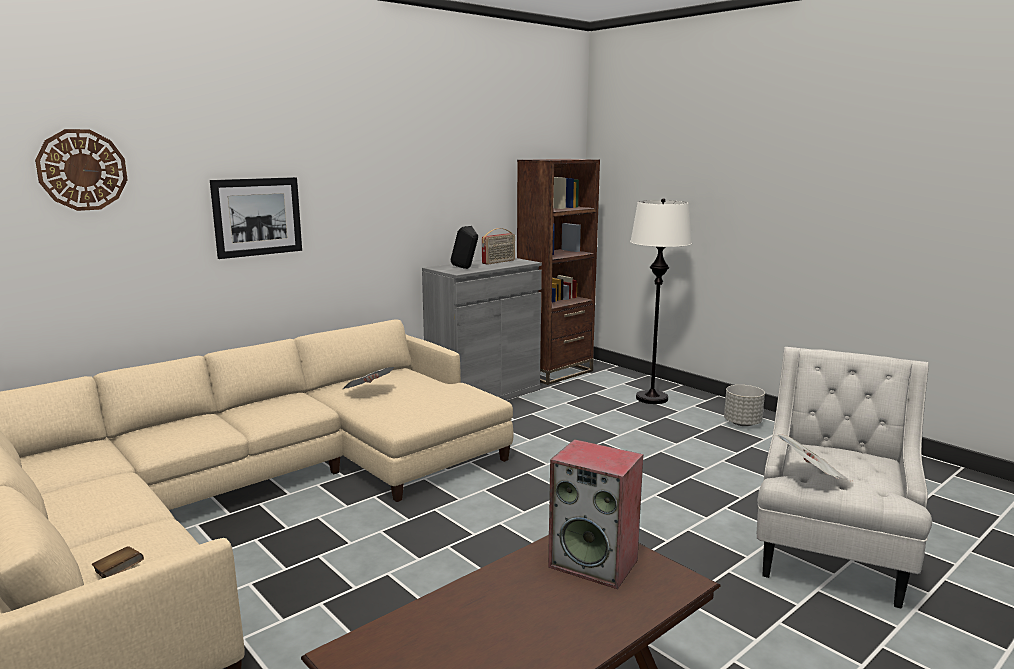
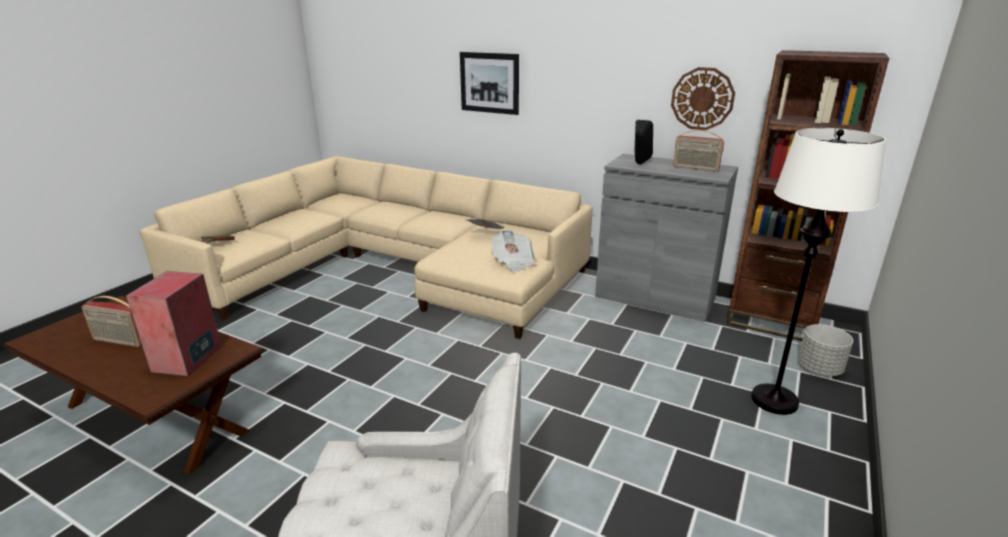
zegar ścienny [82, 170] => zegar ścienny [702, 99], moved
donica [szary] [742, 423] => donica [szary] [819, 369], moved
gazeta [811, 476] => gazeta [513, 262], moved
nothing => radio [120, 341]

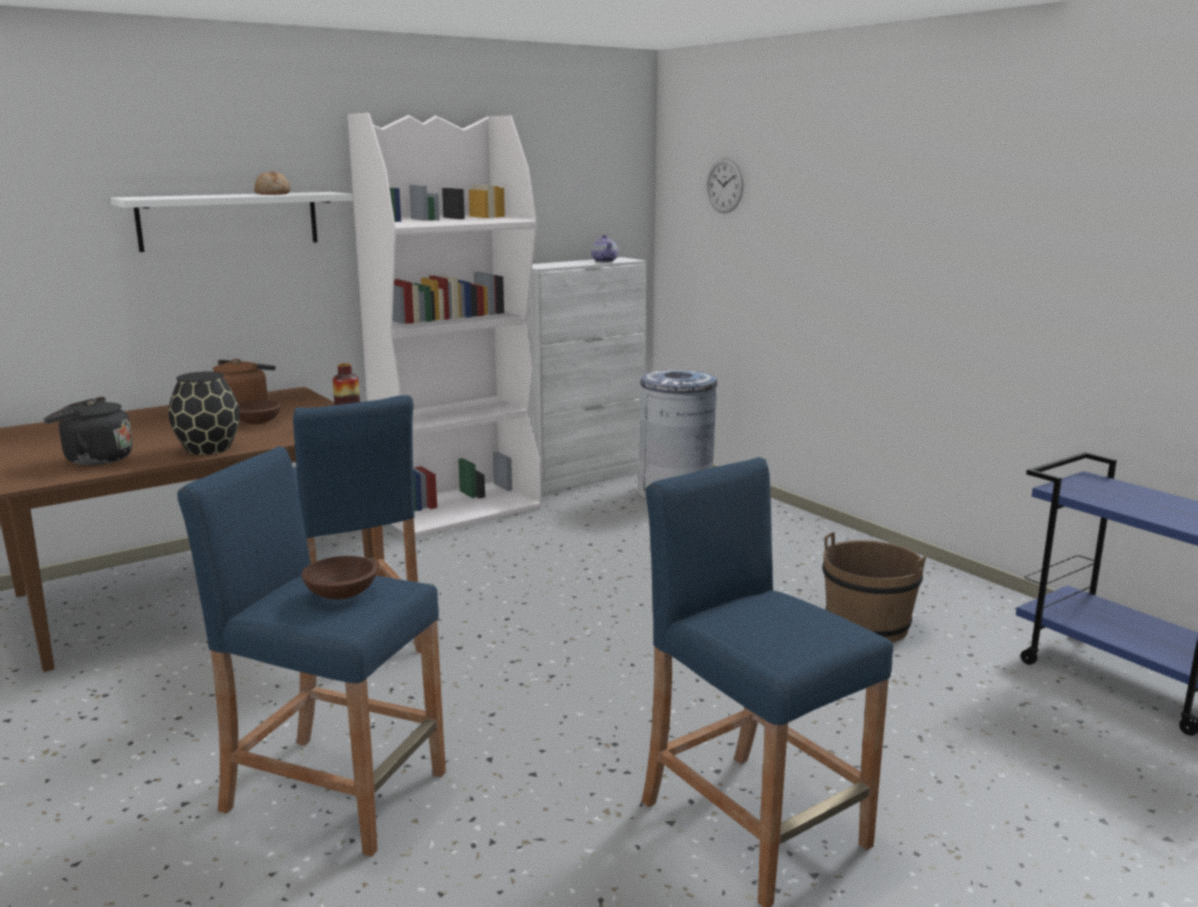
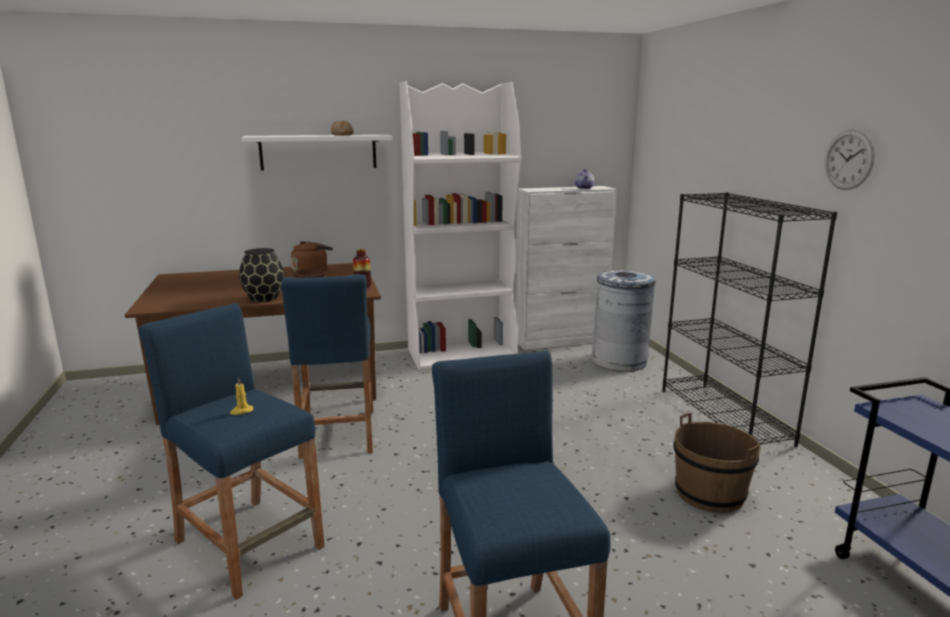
czajnik [czarny] [94, 459] => nothing
miska [brązowy] [340, 594] => świeca [żółty] [241, 411]
zegar ścienny [725, 185] => zegar ścienny [848, 160], moved
nothing => regał [czarny] [725, 416]

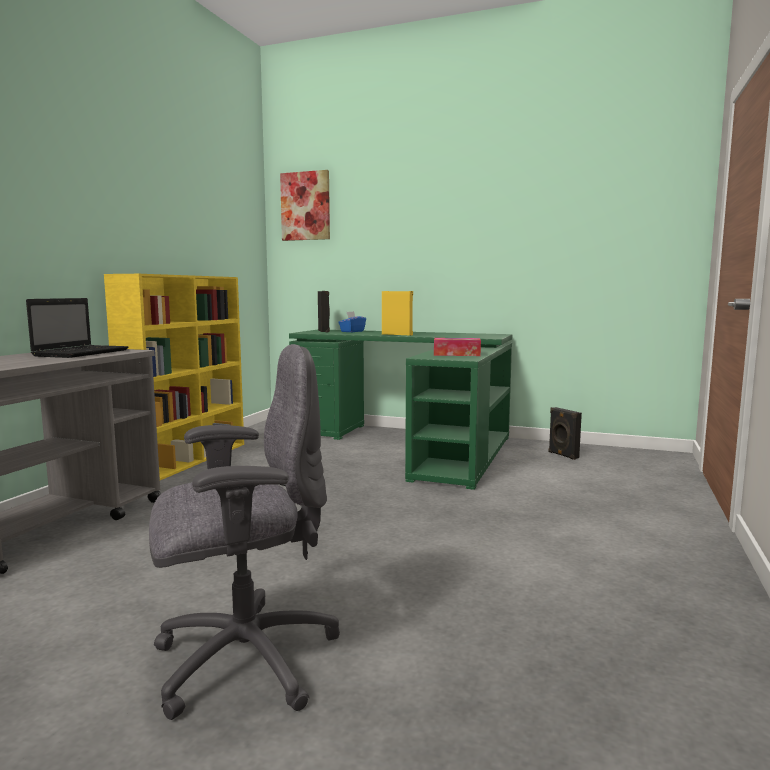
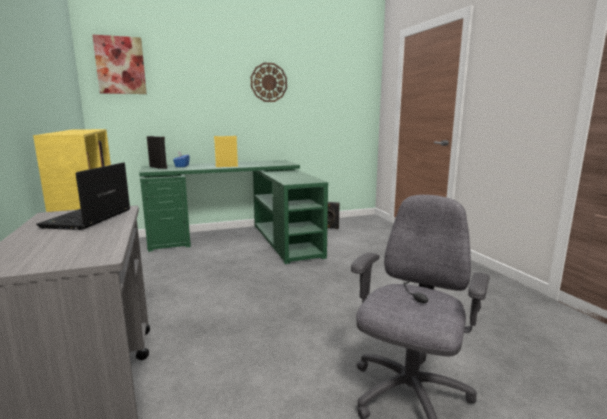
laptop [82, 353] => laptop [87, 219], 150 degrees counterclockwise
pudełko chusteczek [456, 354] => nothing
nothing => zegar ścienny [268, 82]

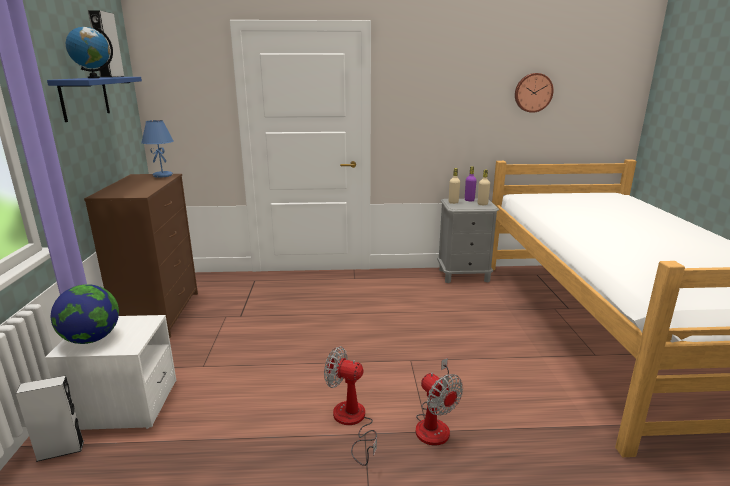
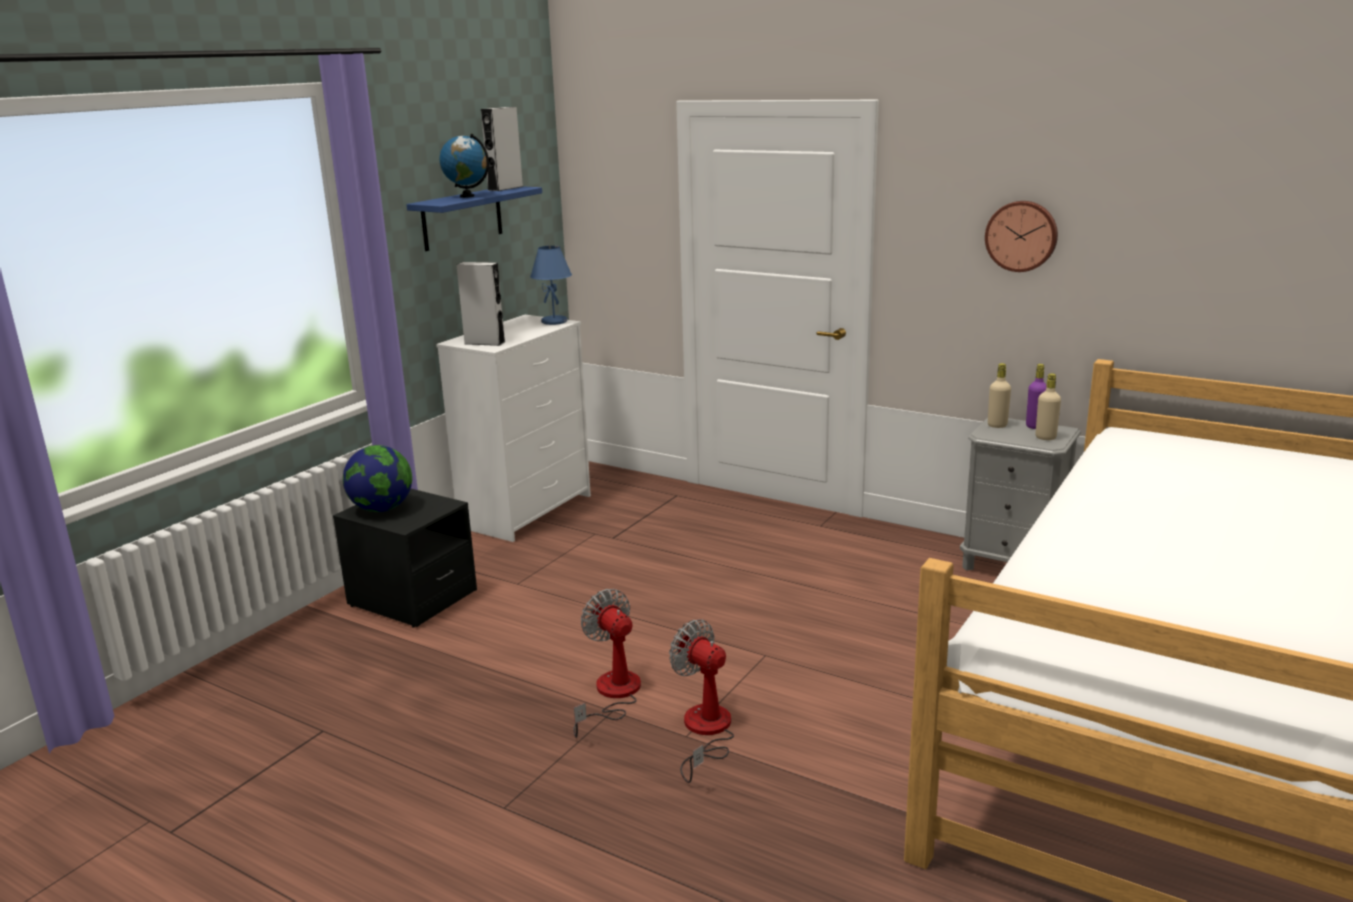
głośnik [szary] [60, 450] => głośnik [szary] [484, 343], moved
szafka nocna [biały] [125, 405] => szafka nocna [czarny] [412, 598]
komoda [brązowy] [160, 314] => komoda [biały] [527, 510]
wentylator [435, 423] => wentylator [705, 732], 135 degrees clockwise
zegar ścienny [533, 92] => zegar ścienny [1021, 236], moved

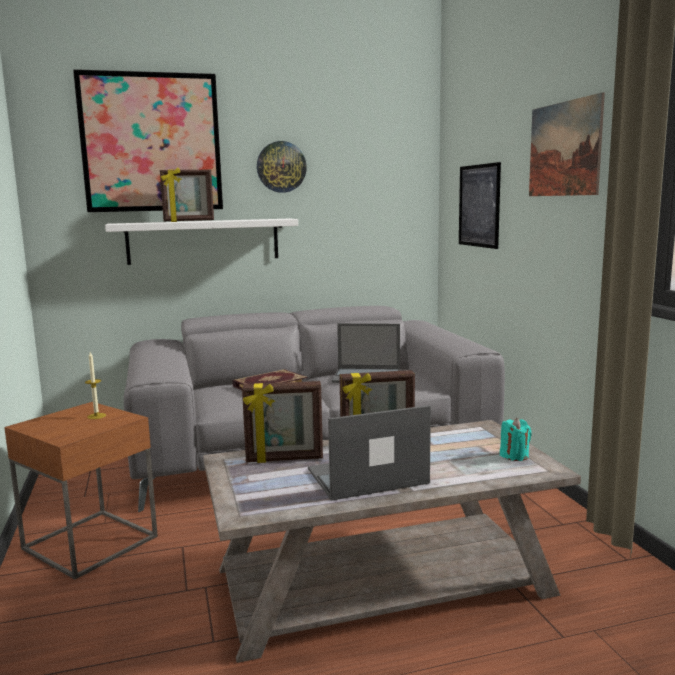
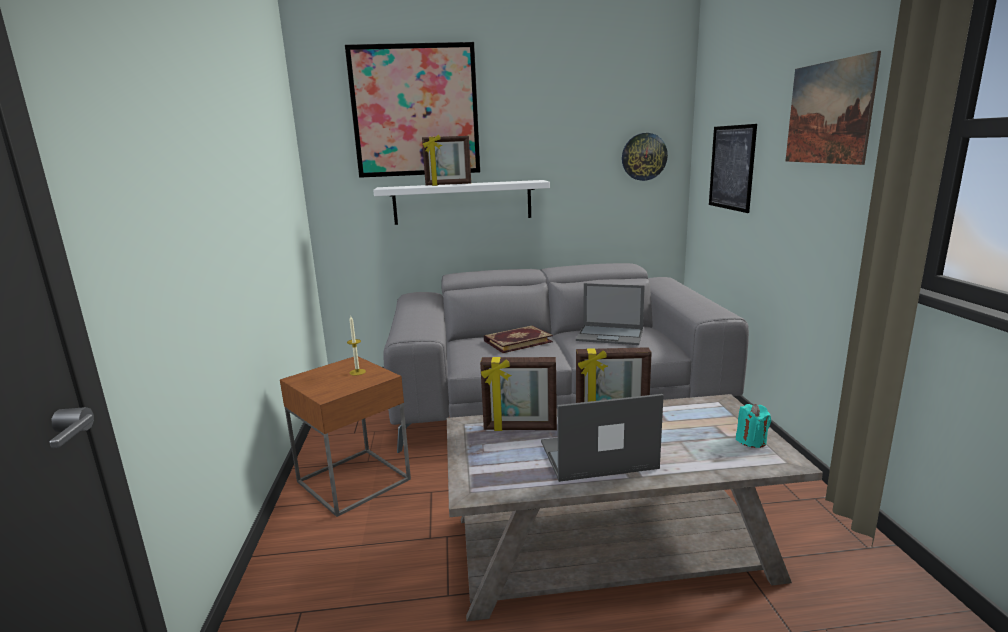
zegar ścienny [281, 167] => zegar ścienny [644, 156], moved

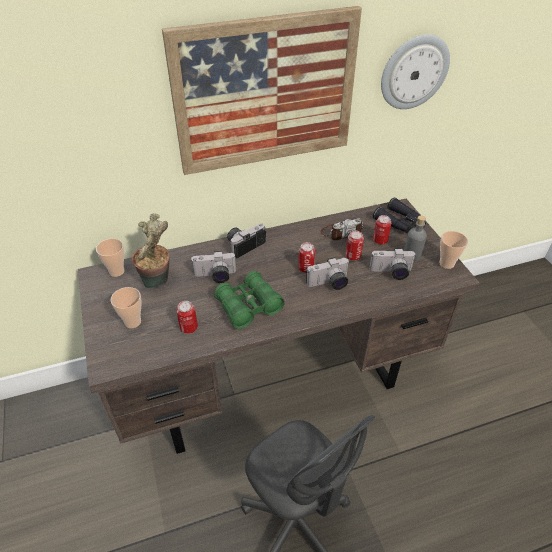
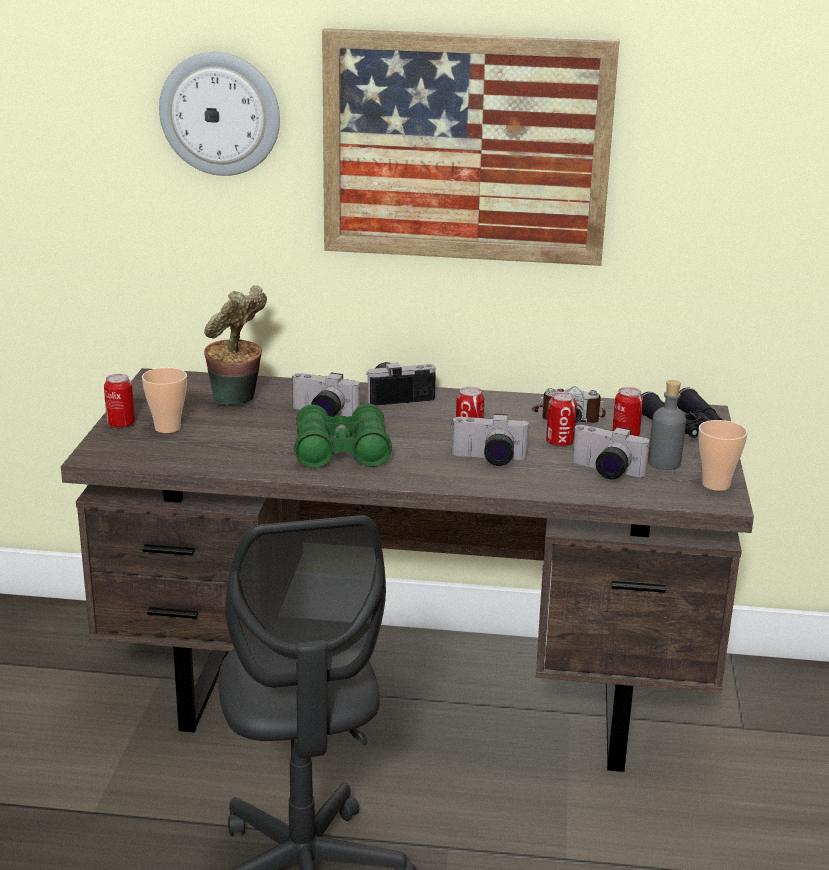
filiżanka [117, 271] => nothing
puszka [189, 327] => puszka [121, 424], moved
zegar ścienny [414, 72] => zegar ścienny [220, 114], moved

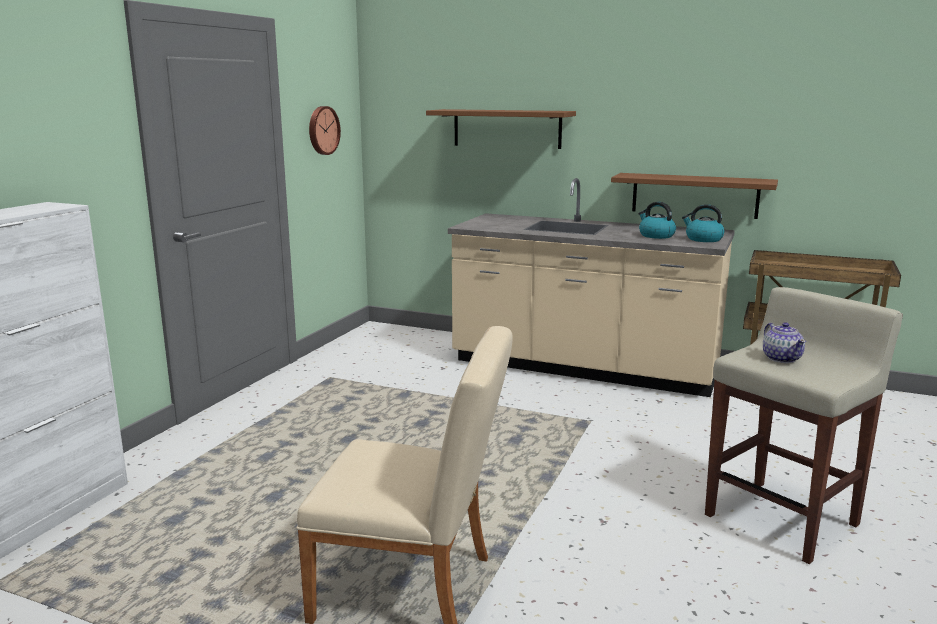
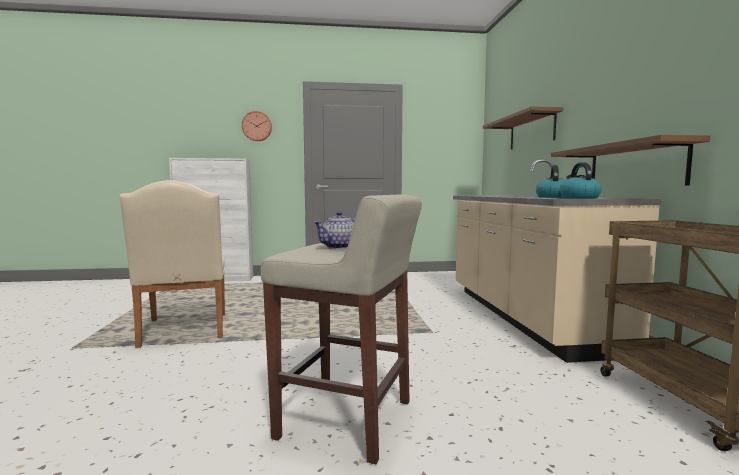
zegar ścienny [322, 130] => zegar ścienny [257, 126], moved

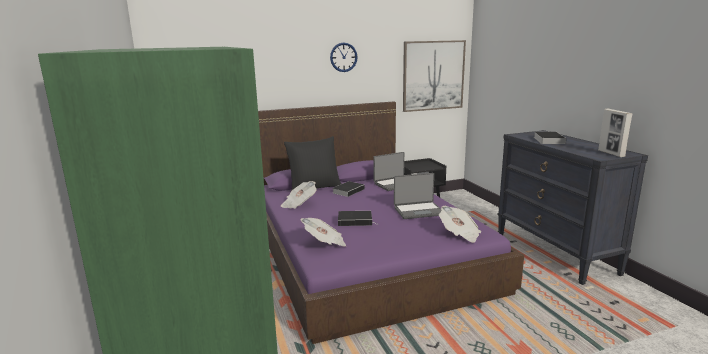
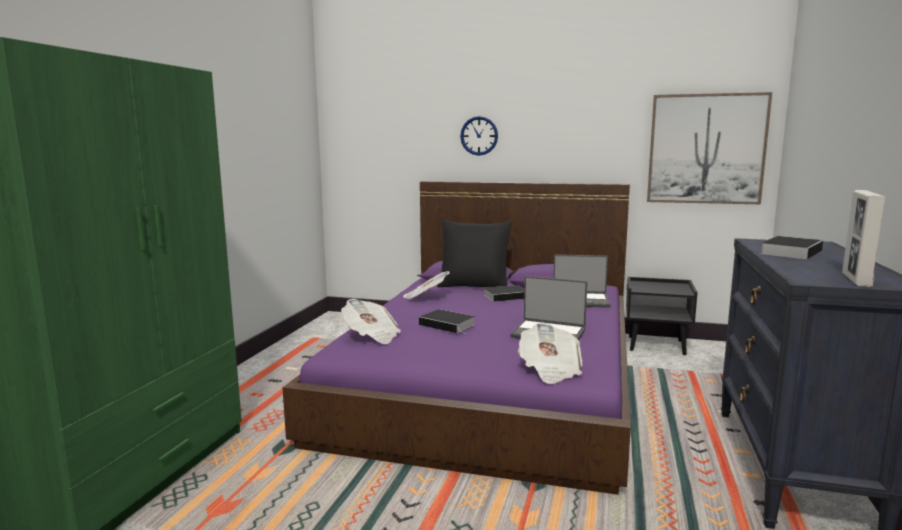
zegar ścienny [343, 57] => zegar ścienny [479, 136], moved

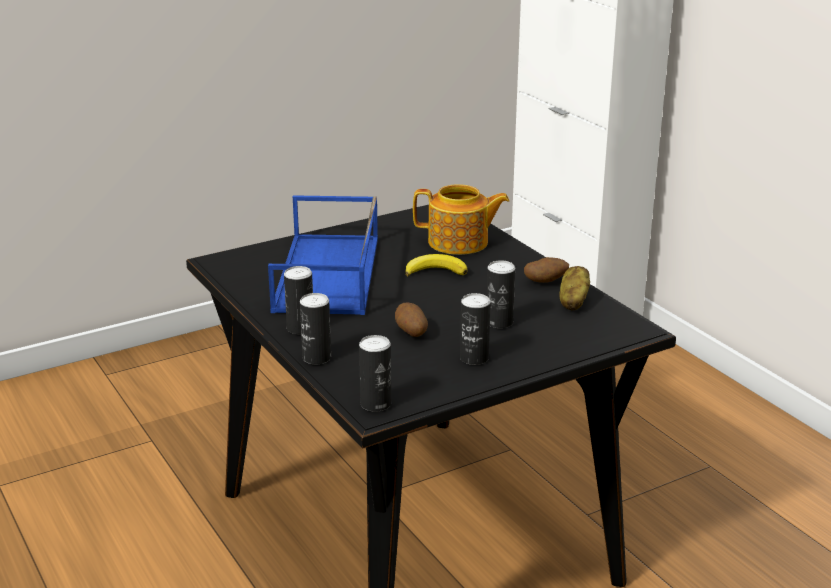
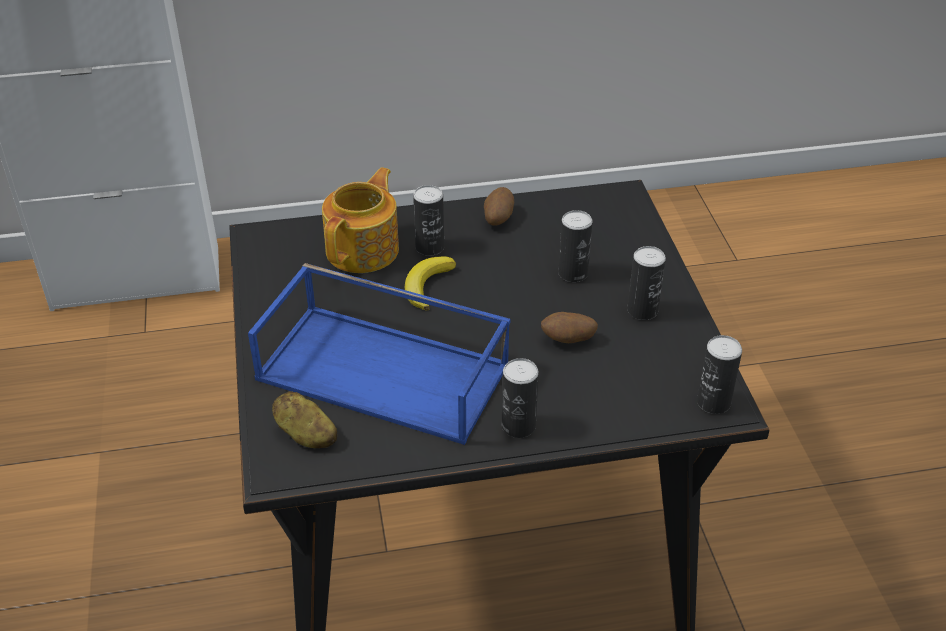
puszka [316, 358] => puszka [429, 247], moved
ziemniak [573, 301] => ziemniak [305, 435], moved

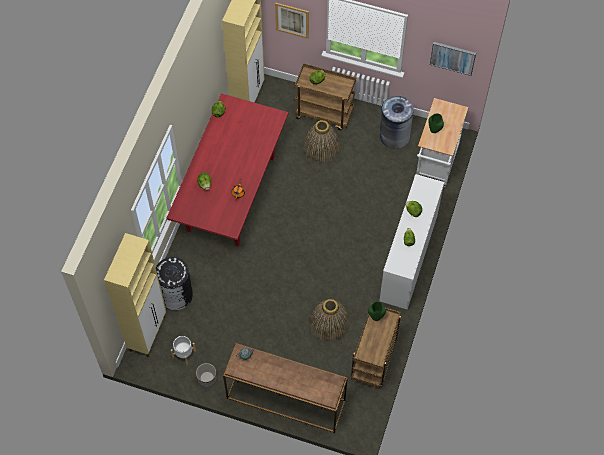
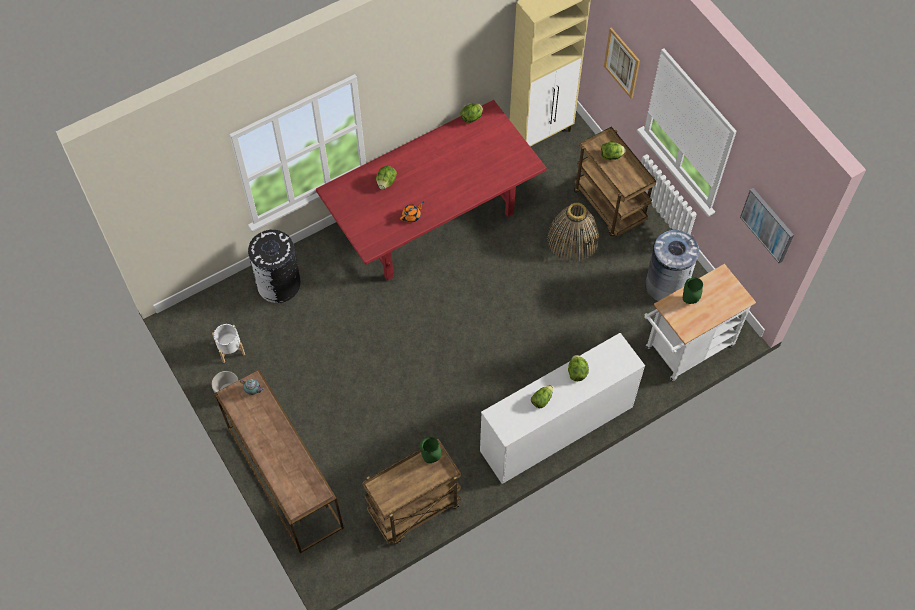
szafka [beżowy] [148, 333] => nothing
koszyk [329, 323] => nothing

